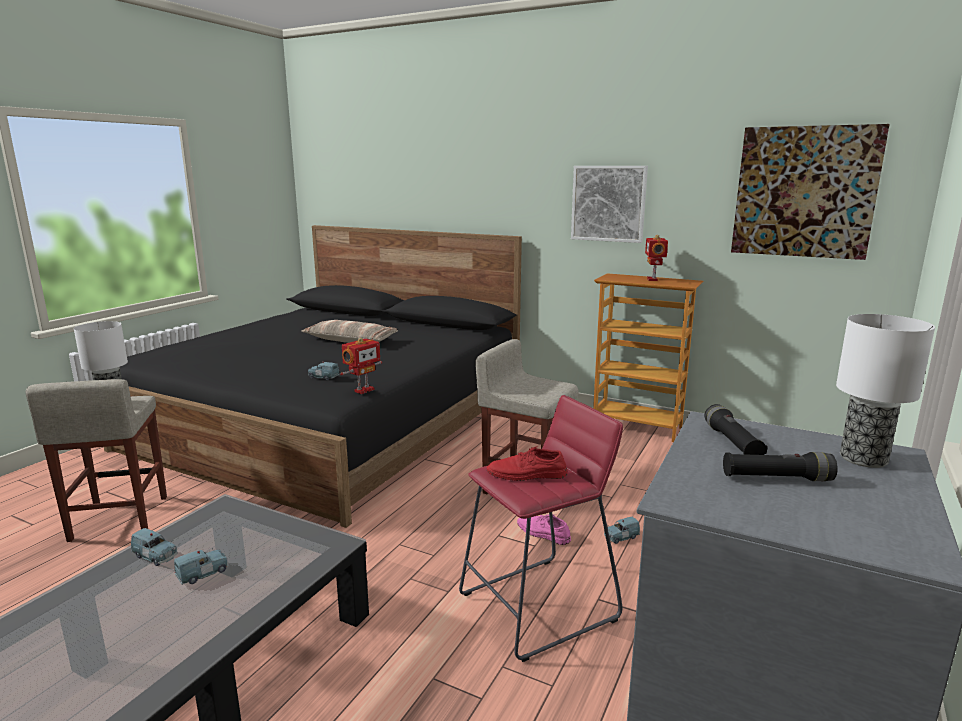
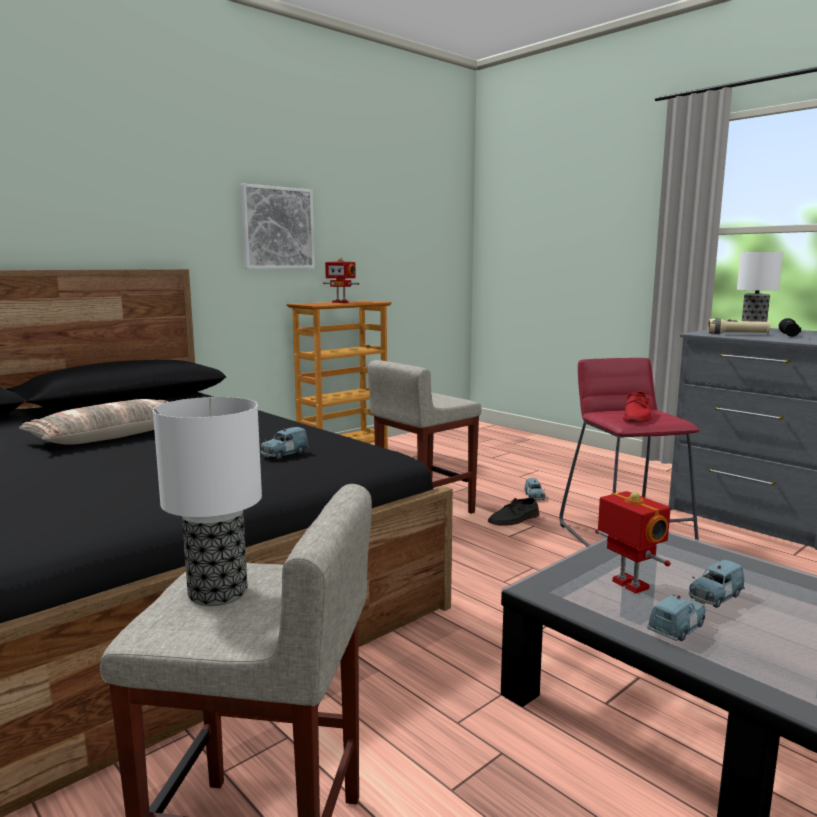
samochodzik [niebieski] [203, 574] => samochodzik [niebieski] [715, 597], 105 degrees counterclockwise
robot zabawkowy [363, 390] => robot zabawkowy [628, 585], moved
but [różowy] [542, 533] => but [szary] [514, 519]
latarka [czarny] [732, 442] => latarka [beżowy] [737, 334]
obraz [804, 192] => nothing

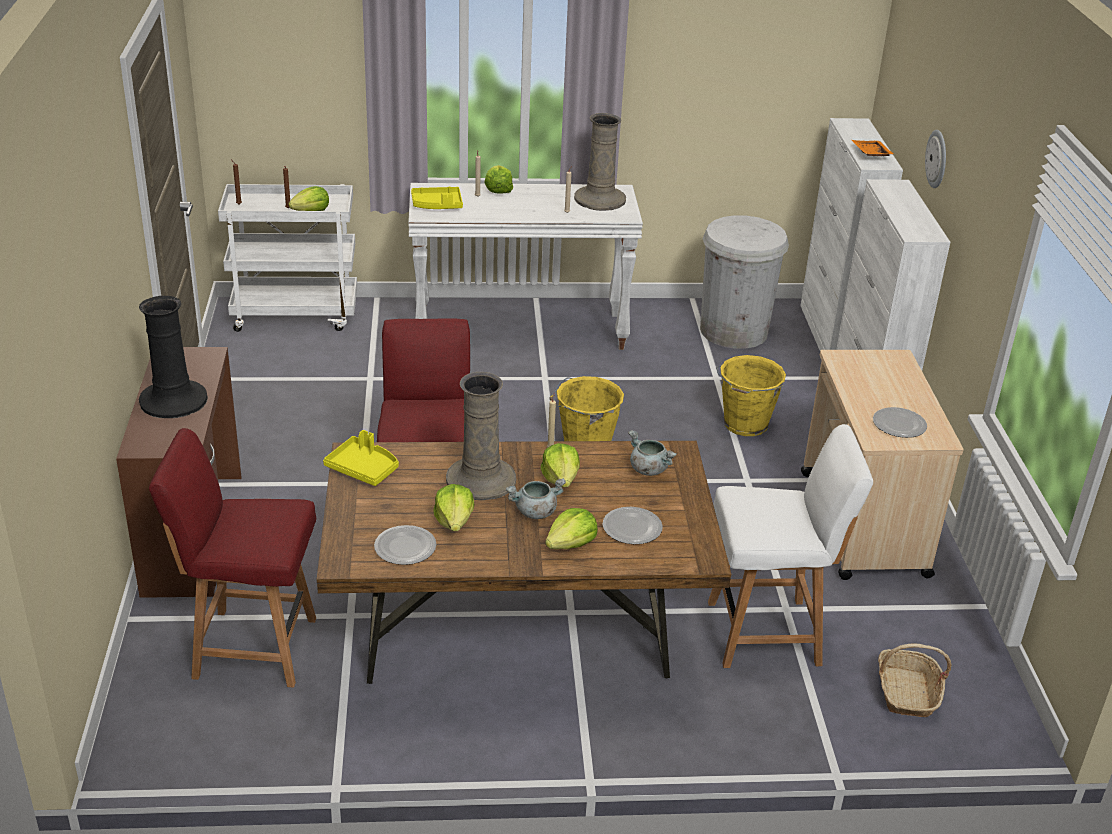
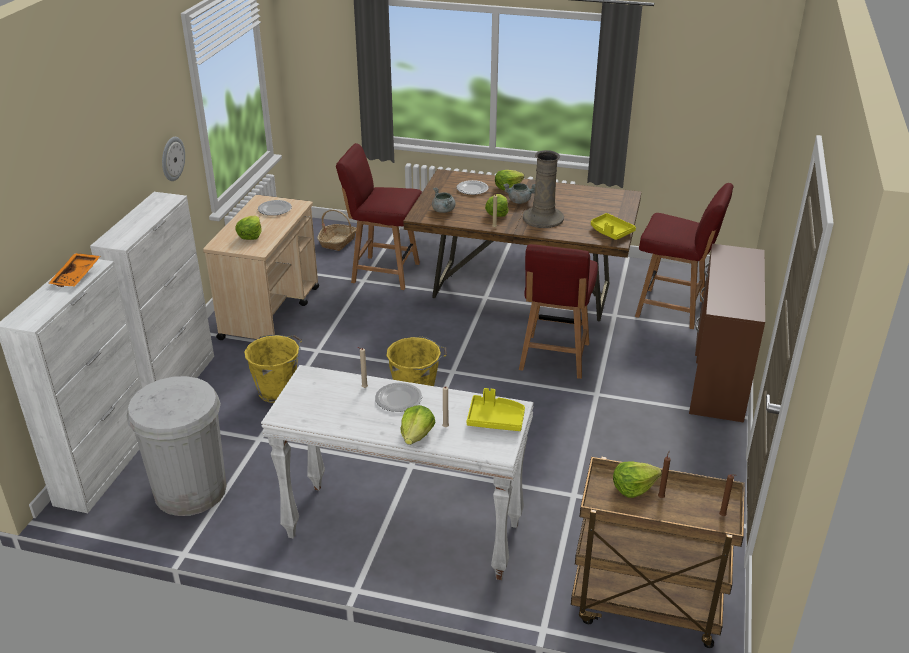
wazon [czarny] [174, 400] => nothing
wózek [biały] [296, 315] => wózek [brązowy] [644, 607]
talerz [405, 547] => talerz [398, 399], moved
sałata [454, 521] => sałata [250, 235], moved
wazon [beżowy] [599, 199] => nothing
krzesło [biały] [767, 633] => krzesło [czerwony] [384, 272]
zegar ścienny [937, 159] => zegar ścienny [172, 158], moved

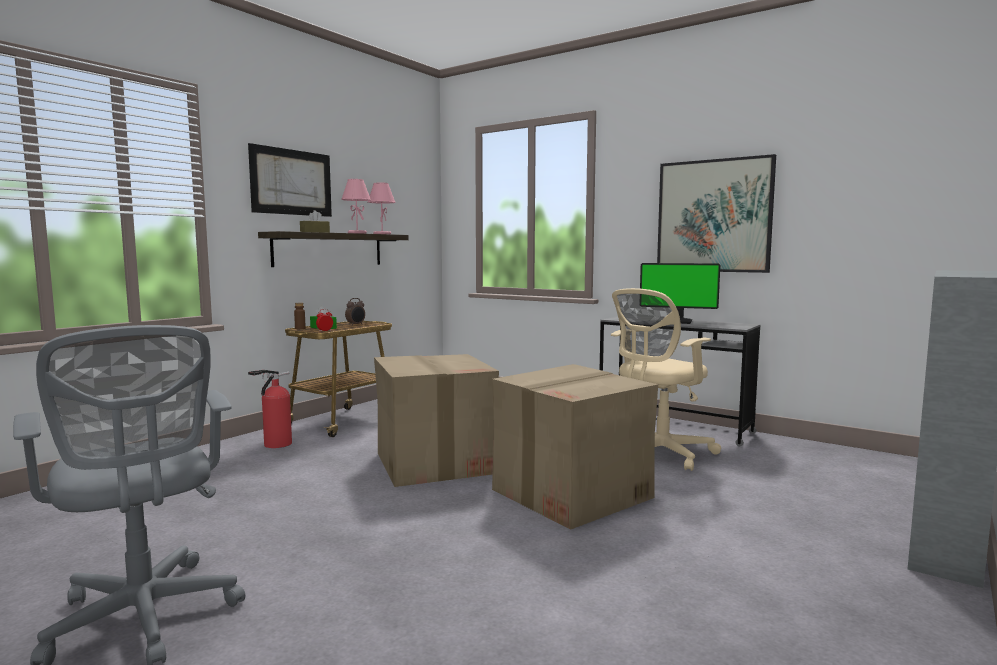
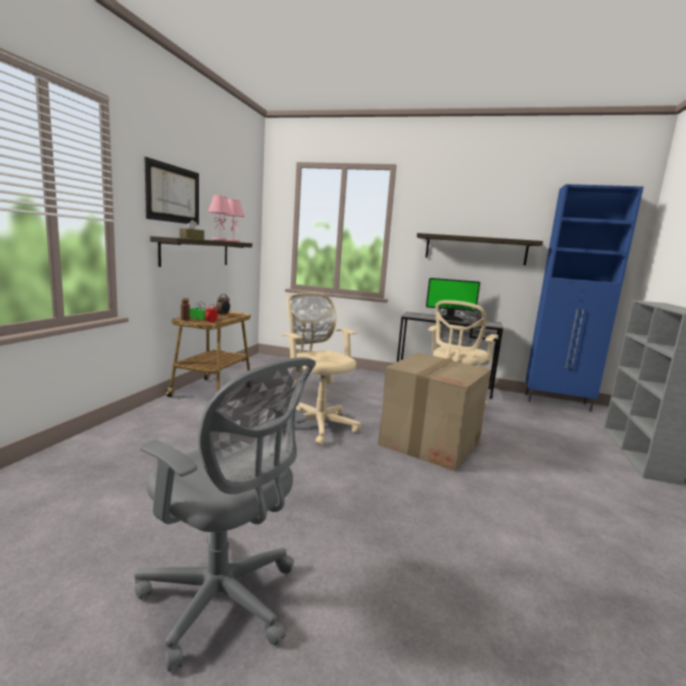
gaśnica [275, 445] => nothing
karton [435, 462] => krzesło biurowe [beżowy] [317, 424]
obraz [714, 216] => półka [475, 249]
nothing => szafka [niebieski] [558, 403]

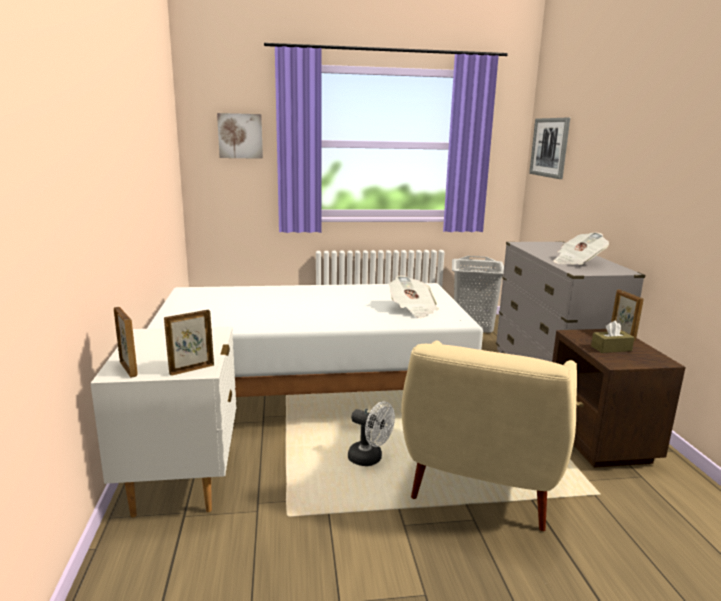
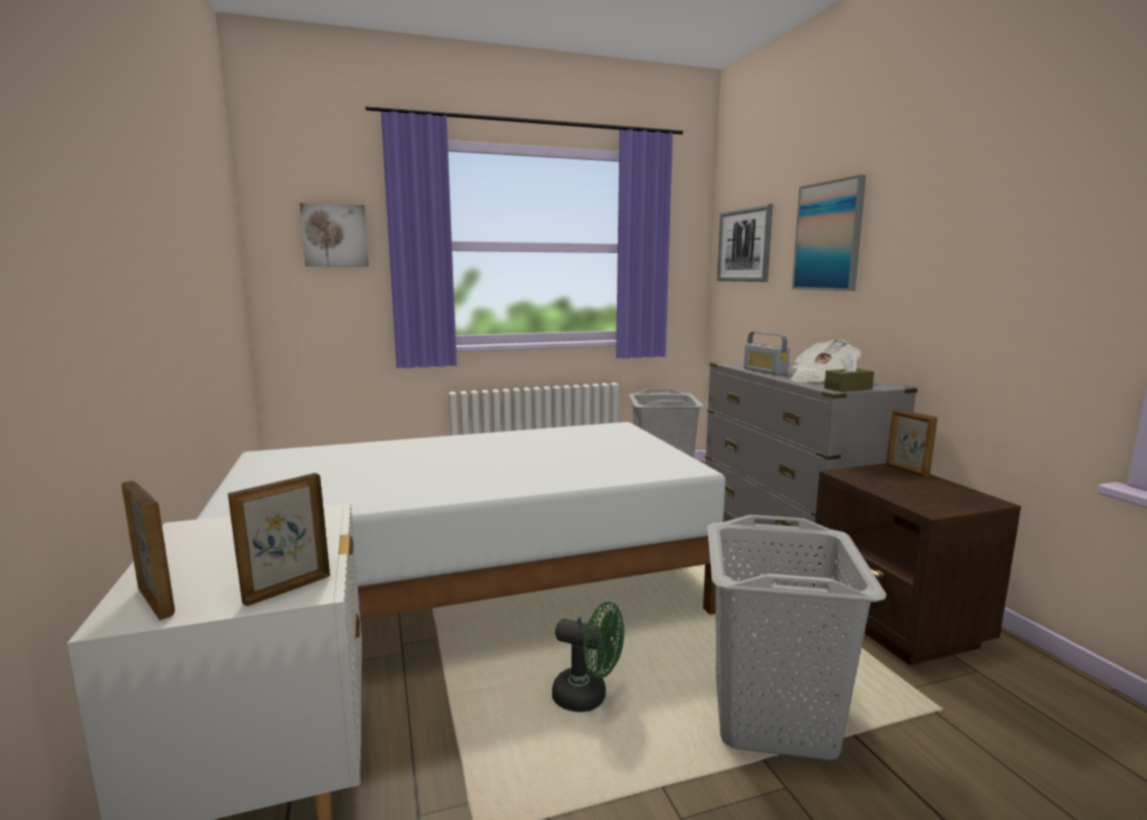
wentylator [biały] [370, 459] => wentylator [zielony] [588, 697]
gazeta [413, 310] => nothing
fotel [beżowy] [482, 484] => kosz na pranie [szary] [772, 718]
pudełko chusteczek [brązowy] [611, 348] => pudełko chusteczek [brązowy] [848, 388], moved
nothing => radio [765, 371]
nothing => obraz [828, 236]

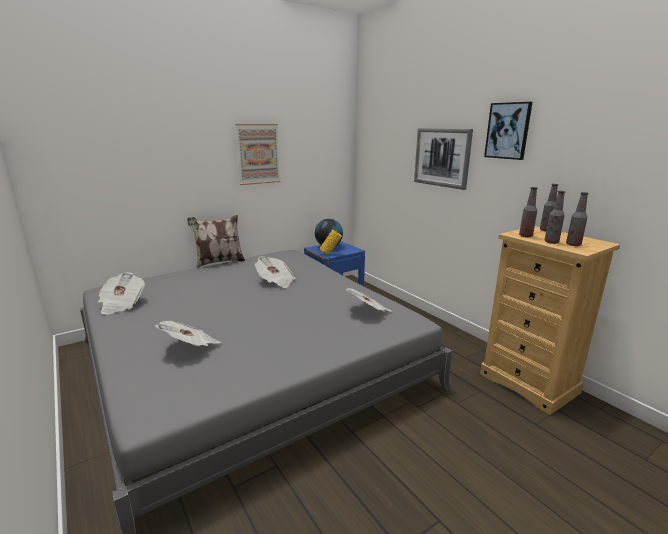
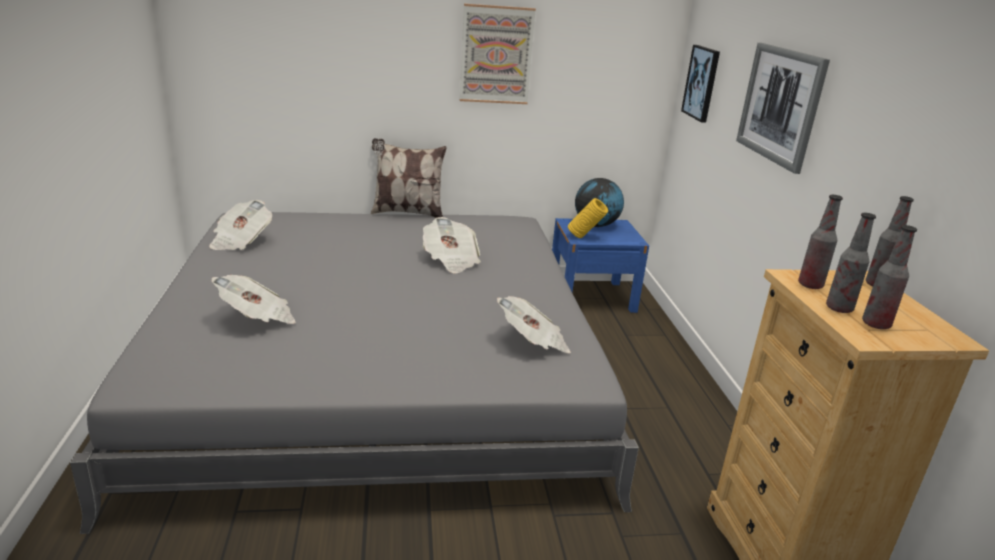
obraz [508, 131] => obraz [702, 83], moved

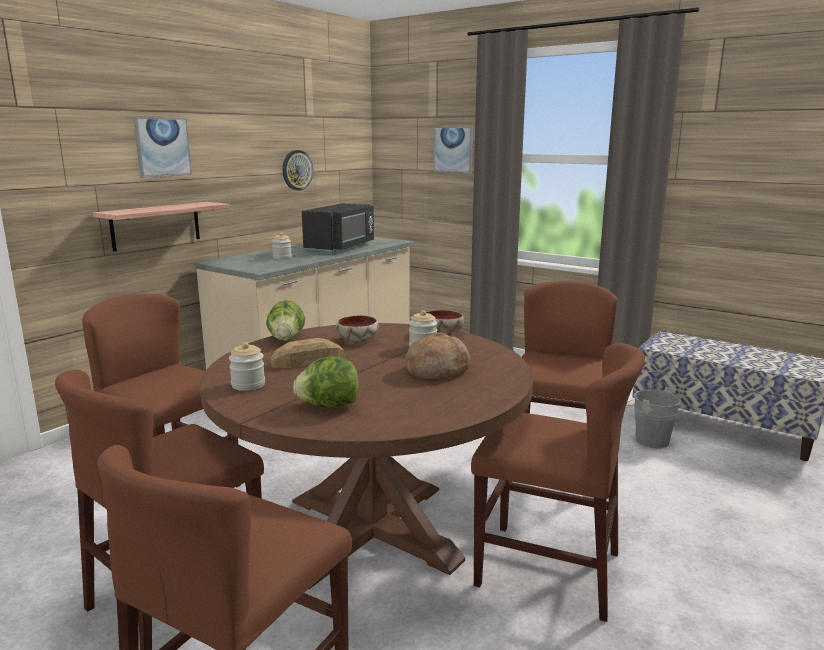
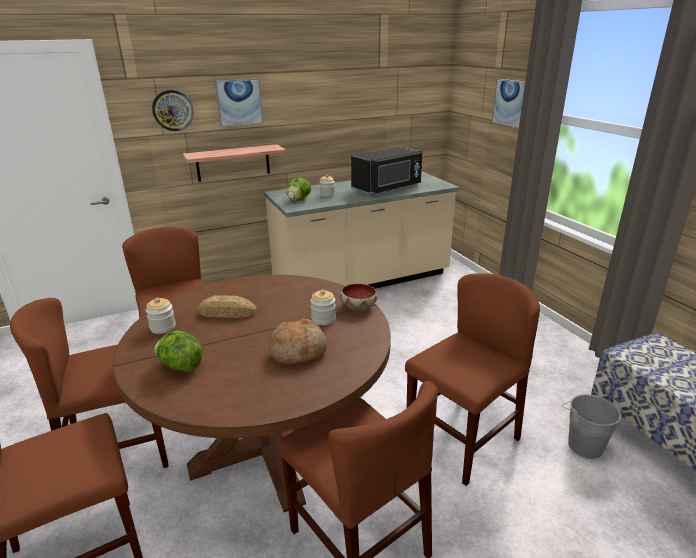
sałata [287, 339] => sałata [298, 200], moved
zegar ścienny [297, 170] => zegar ścienny [172, 110], moved
miska [357, 340] => nothing

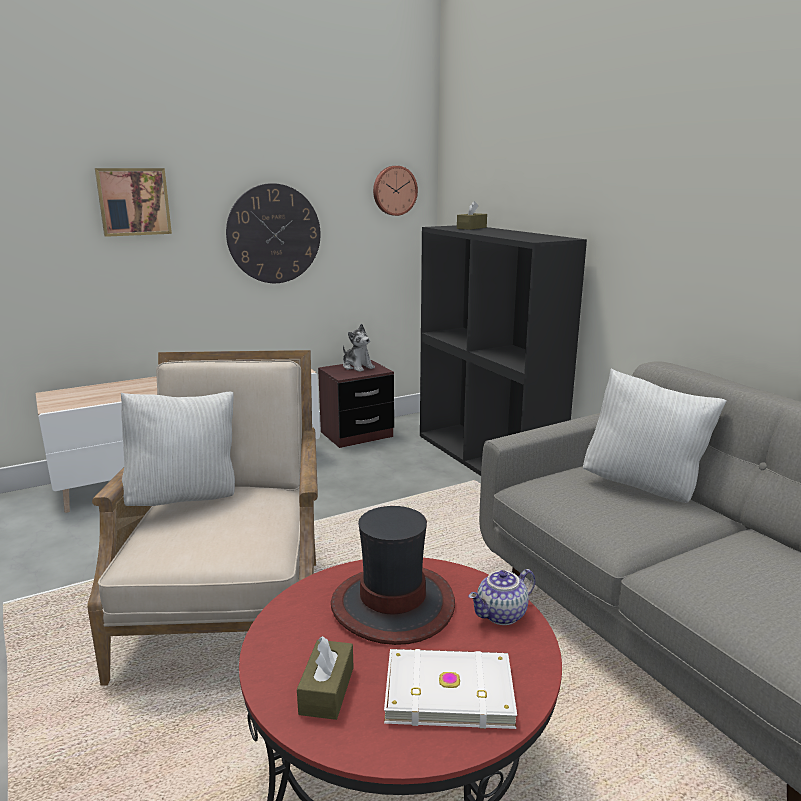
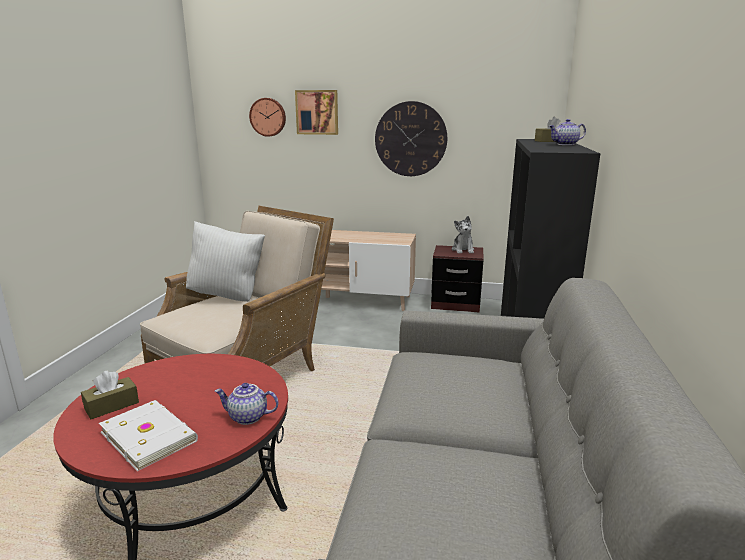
kapelusz [393, 605] => nothing
zegar ścienny [394, 190] => zegar ścienny [268, 117], moved
poduszka [biały] [644, 487] => nothing
nothing => imbryk [565, 144]

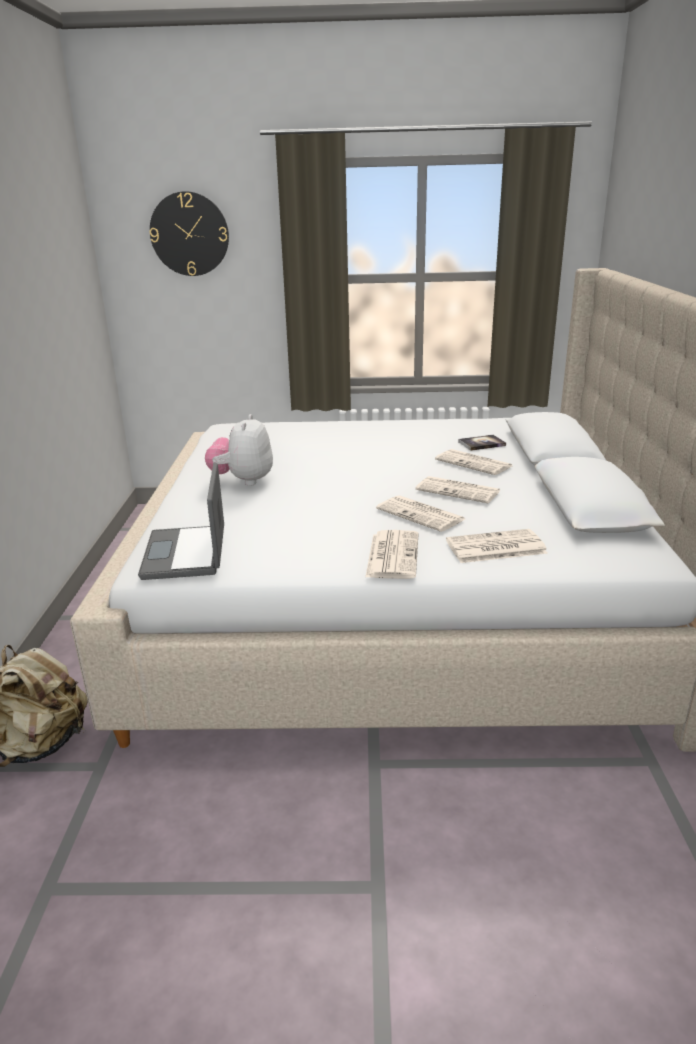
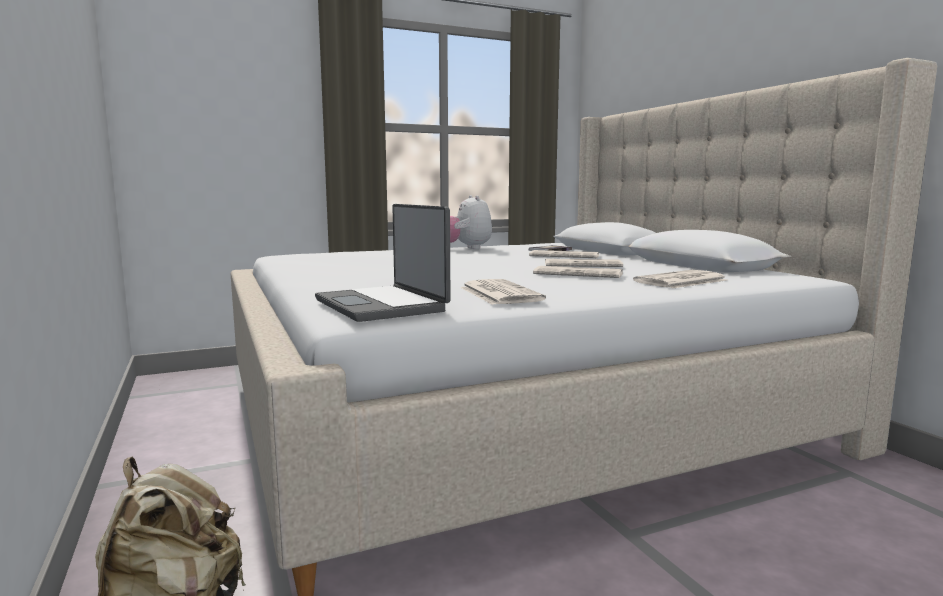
zegar ścienny [189, 234] => nothing
pluszak [243, 480] => pluszak [466, 248], moved
gazeta [392, 555] => gazeta [498, 293], moved

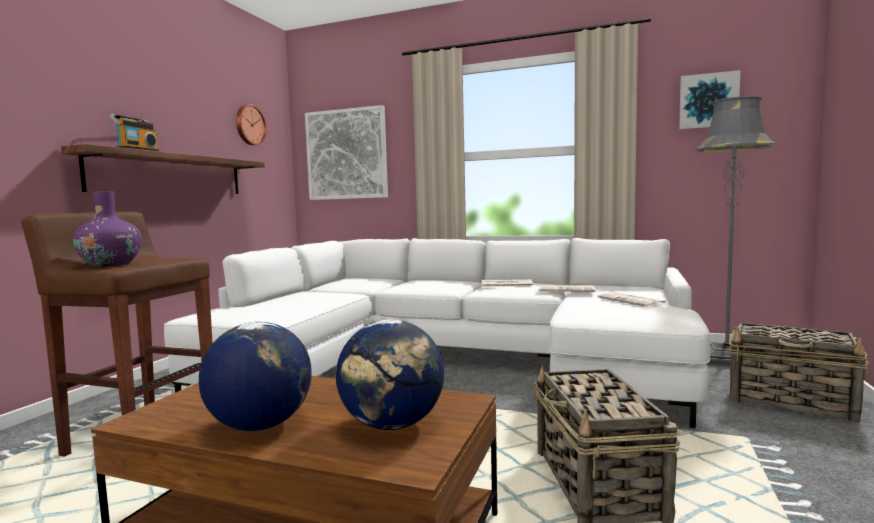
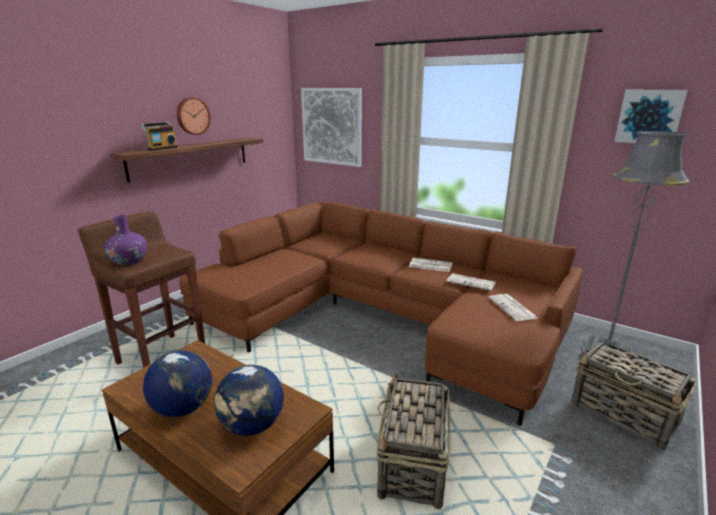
kanapa [biały] [448, 361] => kanapa [brązowy] [380, 316]
zegar ścienny [249, 125] => zegar ścienny [192, 116], moved

